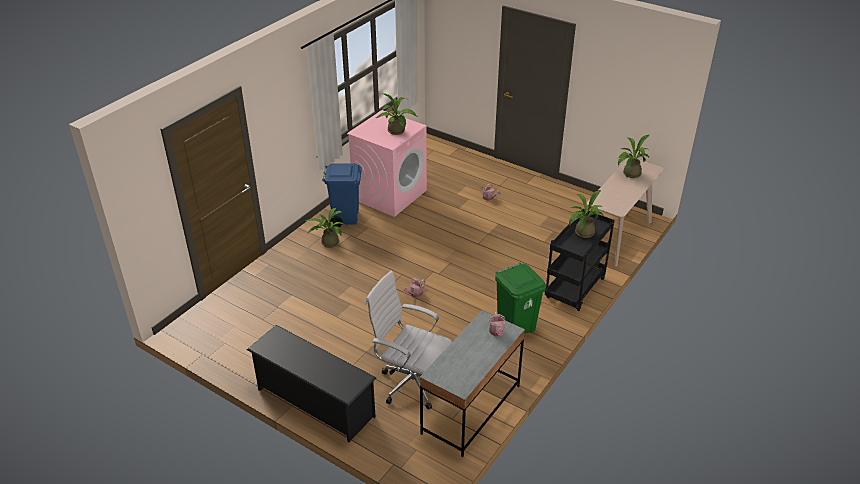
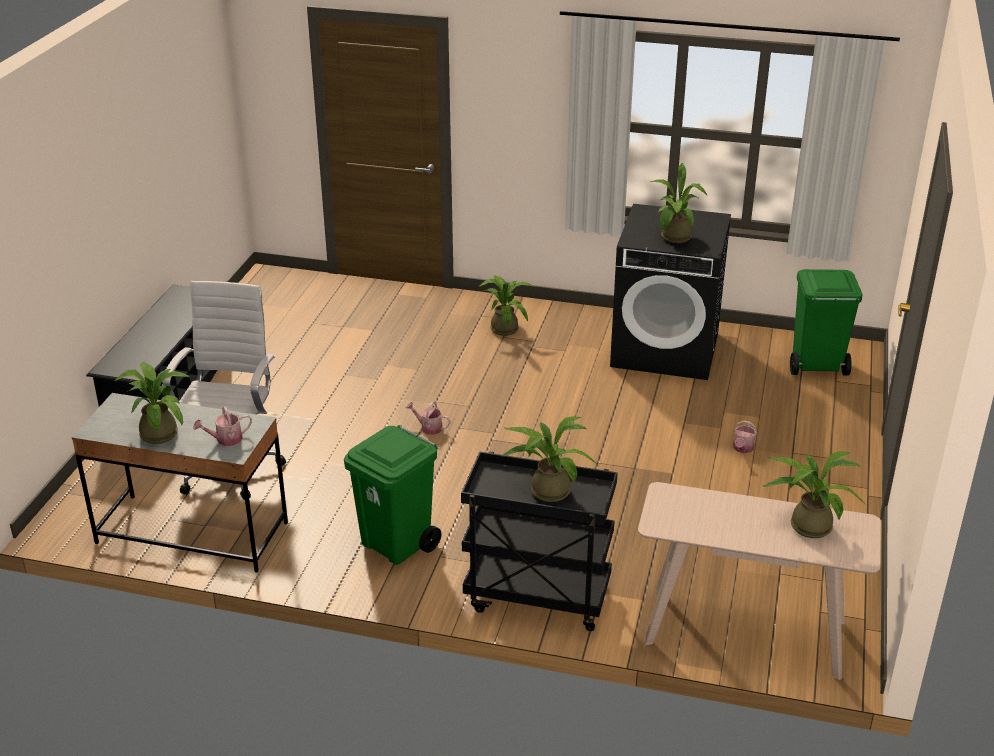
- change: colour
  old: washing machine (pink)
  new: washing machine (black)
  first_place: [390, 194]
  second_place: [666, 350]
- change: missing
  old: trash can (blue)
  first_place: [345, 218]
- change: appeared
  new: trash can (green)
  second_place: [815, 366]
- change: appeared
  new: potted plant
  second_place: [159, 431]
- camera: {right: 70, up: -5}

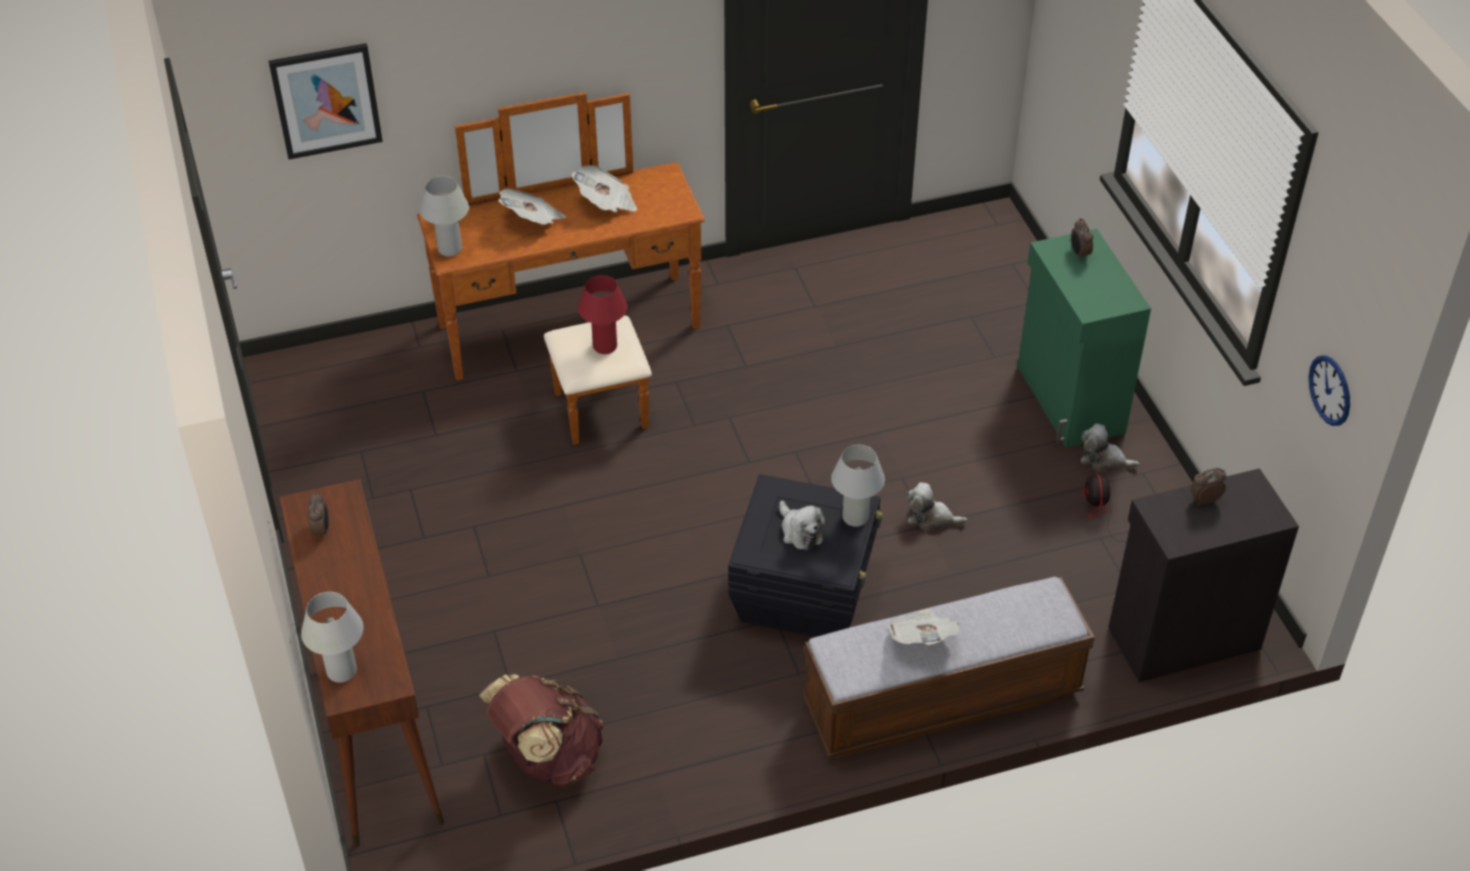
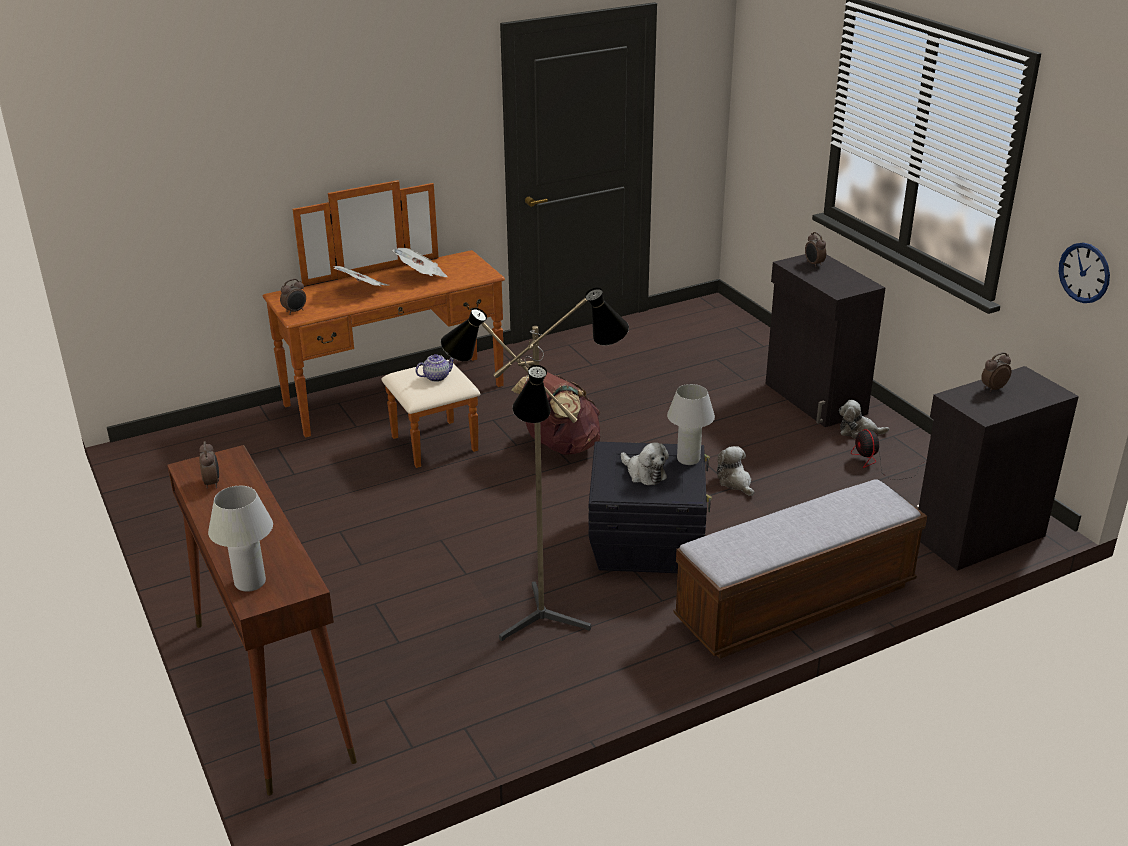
- change: missing
  old: picture
  first_place: [326, 100]
- change: exchanged
  old: table lamp (white)
  new: alarm clock
  first_place: [450, 249]
  second_place: [295, 311]
- change: colour
  old: cabinet (green)
  new: cabinet (black)
  first_place: [1069, 400]
  second_place: [814, 399]
- change: exchanged
  old: table lamp (red)
  new: teapot
  first_place: [605, 346]
  second_place: [437, 377]
- change: spun
  old: plush toy
  first_place: [931, 518]
  second_place: [735, 482]
  degrees: 60
- change: missing
  old: newspaper
  first_place: [922, 639]
- change: relocated
  old: backpack (brown)
  first_place: [548, 758]
  second_place: [559, 447]
- change: appeared
  new: floor lamp
  second_place: [539, 625]
- camera: {right: -10, up: -15}

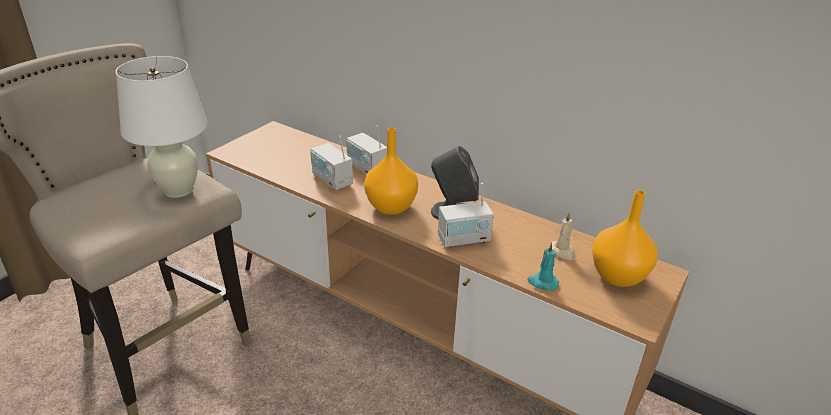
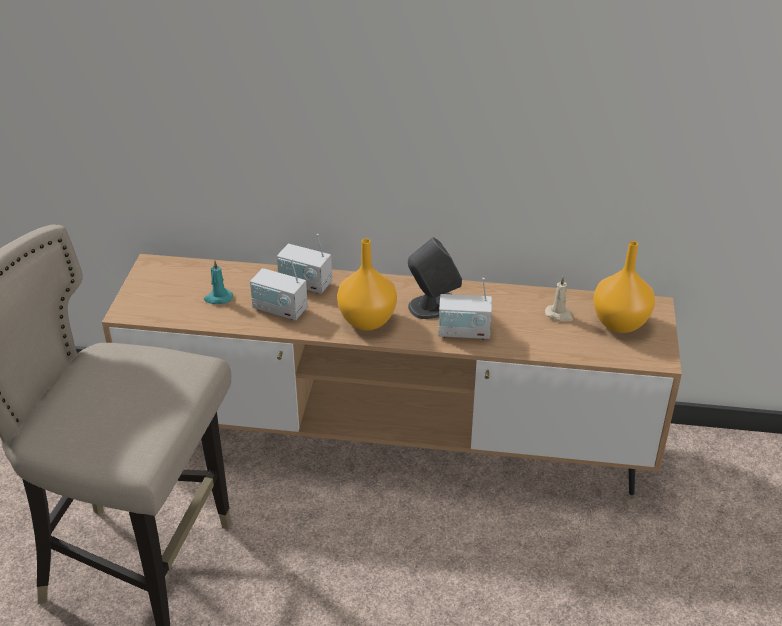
- change: missing
  old: table lamp (white)
  first_place: [178, 190]
- change: spun
  old: radio
  first_place: [464, 239]
  second_place: [464, 332]
  degrees: 45
- change: relocated
  old: candle (turquoise)
  first_place: [542, 282]
  second_place: [218, 298]
- camera: {right: -25, up: 5}

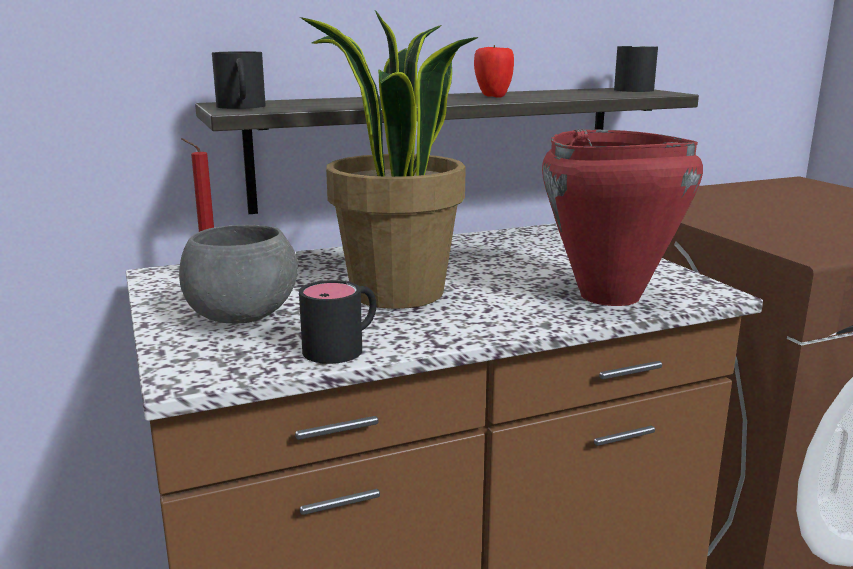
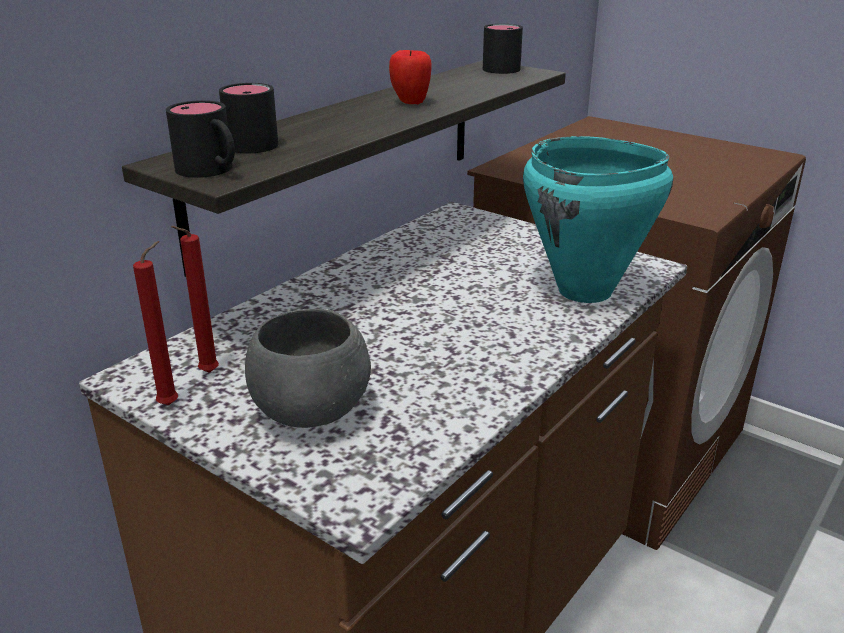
- change: missing
  old: potted plant
  first_place: [396, 293]
- change: colour
  old: cooking pot (red)
  new: cooking pot (turquoise)
  first_place: [609, 296]
  second_place: [585, 291]
- change: relocated
  old: mug (black)
  first_place: [343, 346]
  second_place: [257, 141]
- change: appeared
  new: candle (red)
  second_place: [172, 404]
- camera: {right: -30, up: 10}

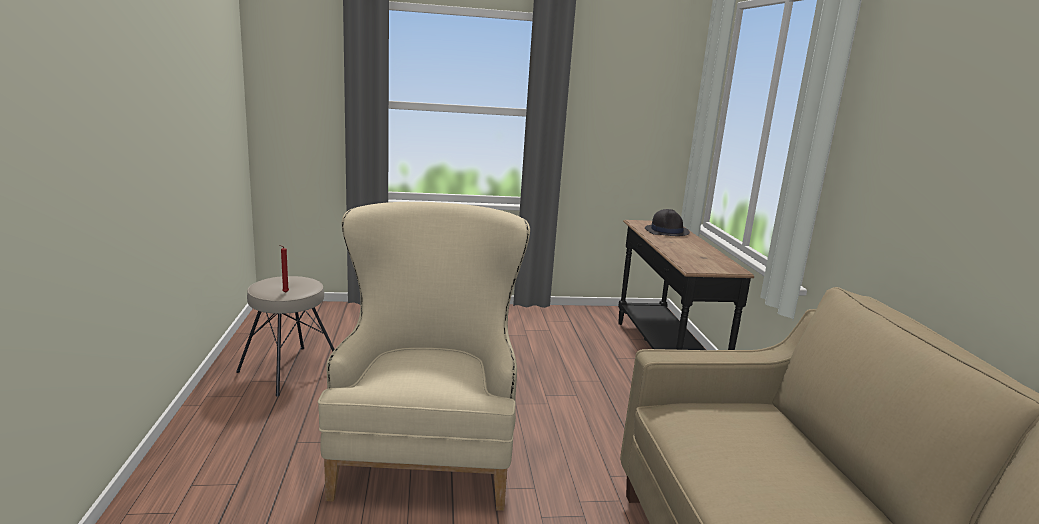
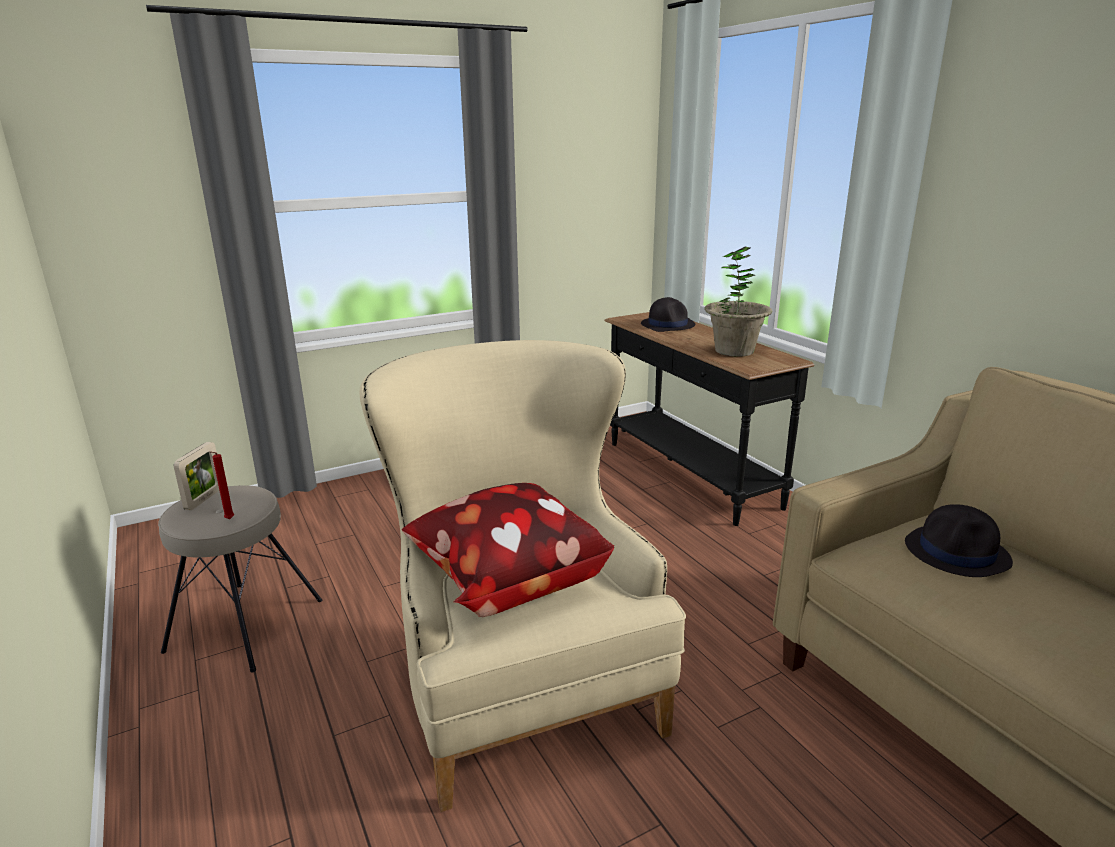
- change: appeared
  new: potted plant
  second_place: [734, 351]
- change: appeared
  new: picture frame
  second_place: [204, 499]
- change: appeared
  new: pillow
  second_place: [506, 581]
- change: appeared
  new: hat (black)
  second_place: [957, 553]
- camera: {right: -20, up: 5}

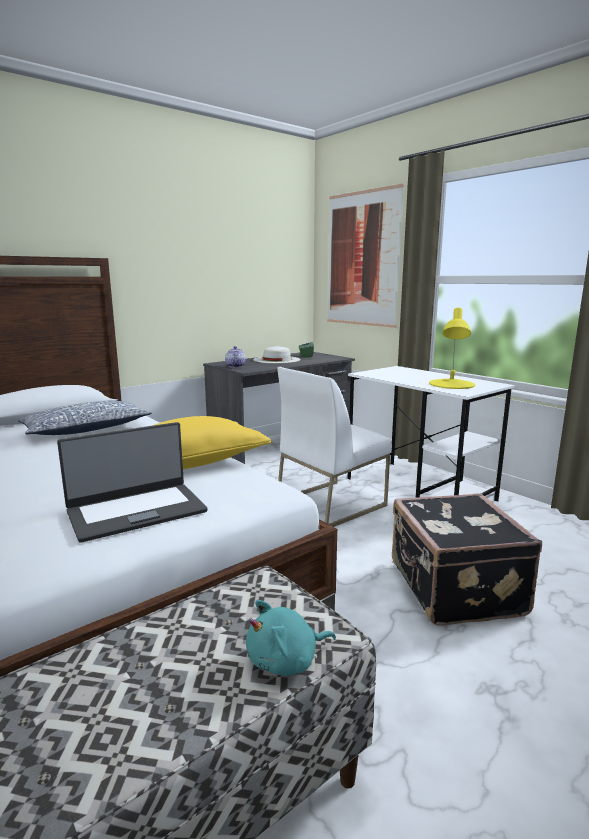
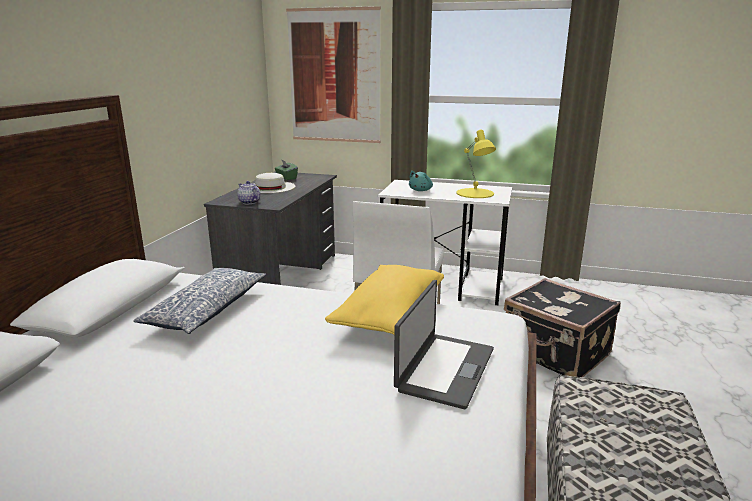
- change: relocated
  old: plush toy (turquoise)
  first_place: [286, 661]
  second_place: [421, 190]
- camera: {right: -35, up: 5}

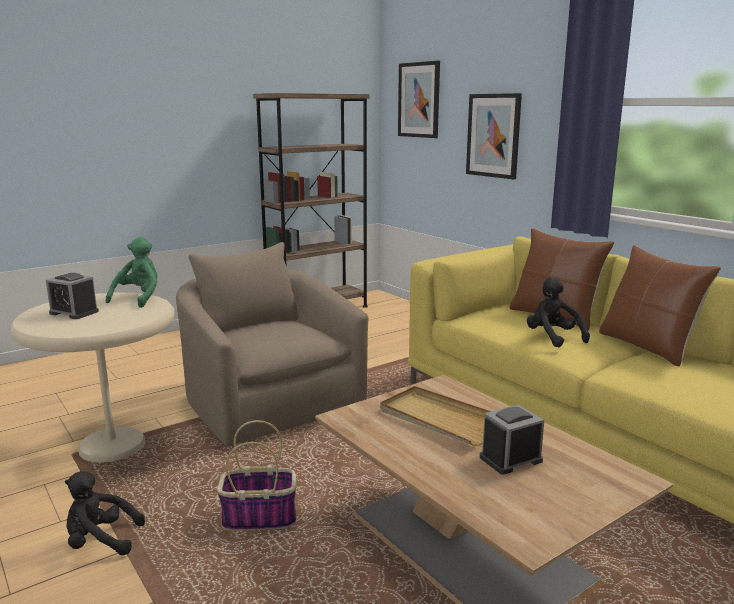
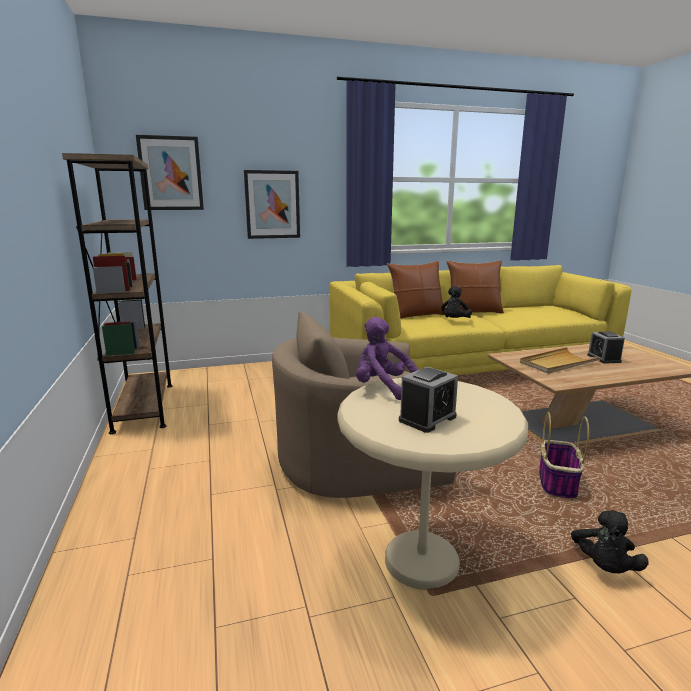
- change: colour
  old: plush toy (green)
  new: plush toy (purple)
  first_place: [139, 298]
  second_place: [384, 388]
- change: spun
  old: plush toy (black)
  first_place: [553, 338]
  second_place: [455, 321]
  degrees: -60
- camera: {right: -70, up: 0}

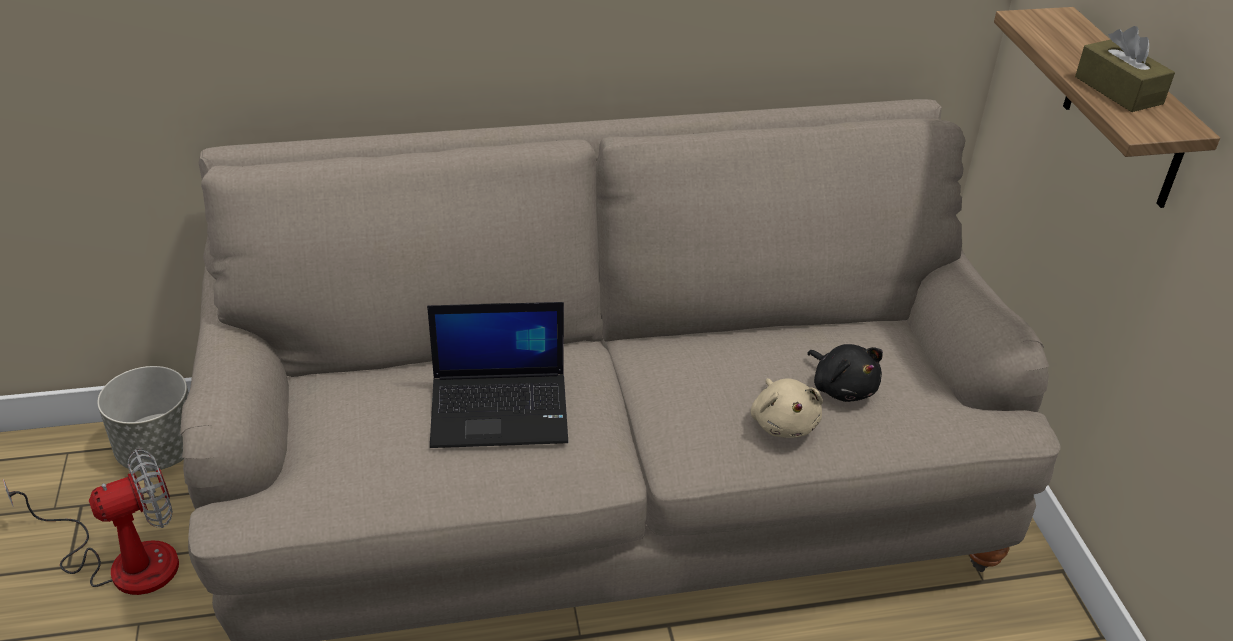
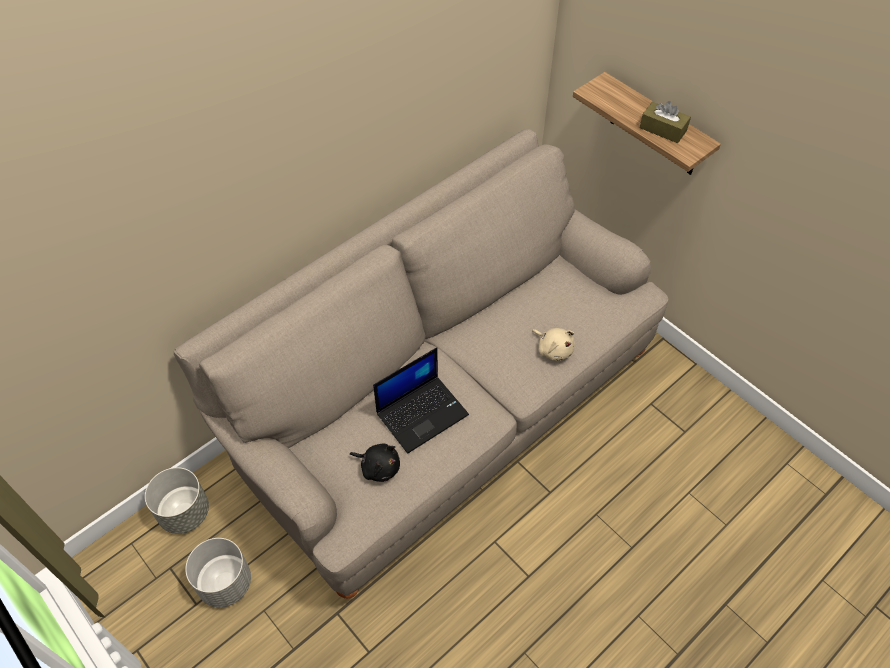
- change: relocated
  old: plush toy (black)
  first_place: [842, 387]
  second_place: [378, 467]
- change: exchanged
  old: fan
  new: planter (grey)
  first_place: [125, 561]
  second_place: [225, 583]
- camera: {right: -30, up: 15}

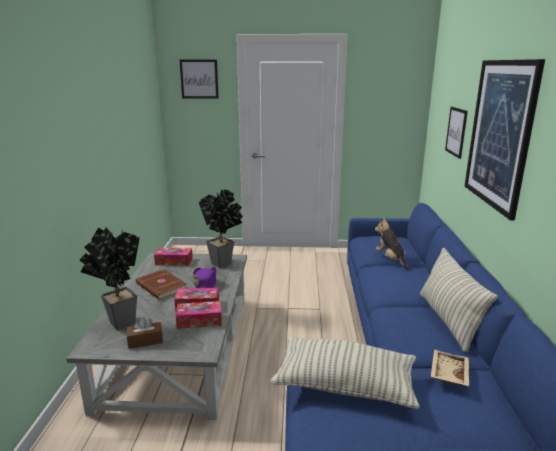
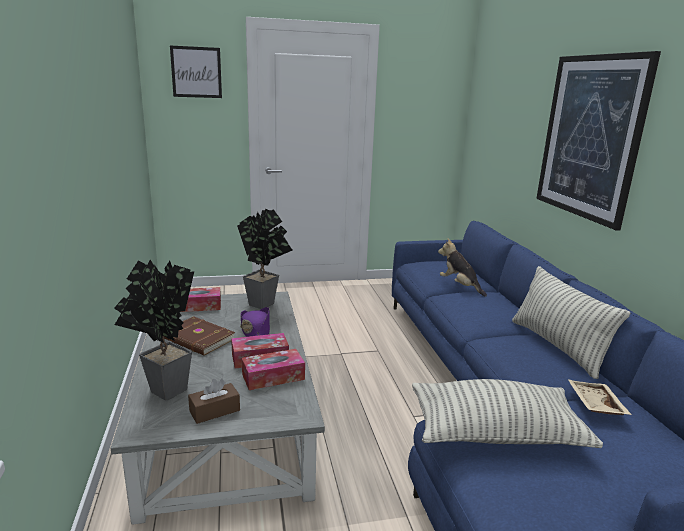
- change: missing
  old: picture
  first_place: [456, 131]
- camera: {right: -15, up: 0}

